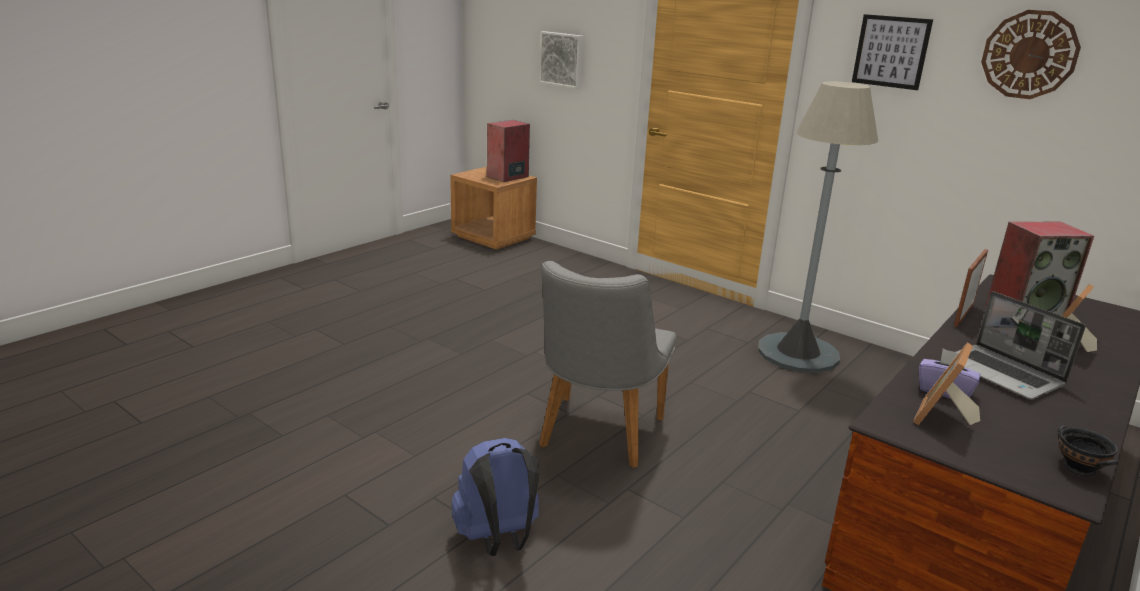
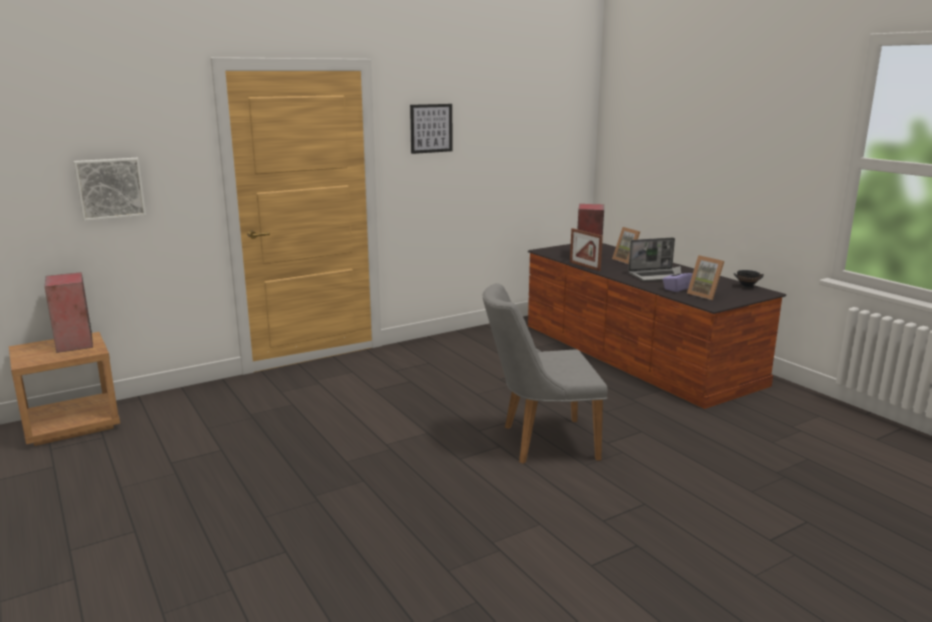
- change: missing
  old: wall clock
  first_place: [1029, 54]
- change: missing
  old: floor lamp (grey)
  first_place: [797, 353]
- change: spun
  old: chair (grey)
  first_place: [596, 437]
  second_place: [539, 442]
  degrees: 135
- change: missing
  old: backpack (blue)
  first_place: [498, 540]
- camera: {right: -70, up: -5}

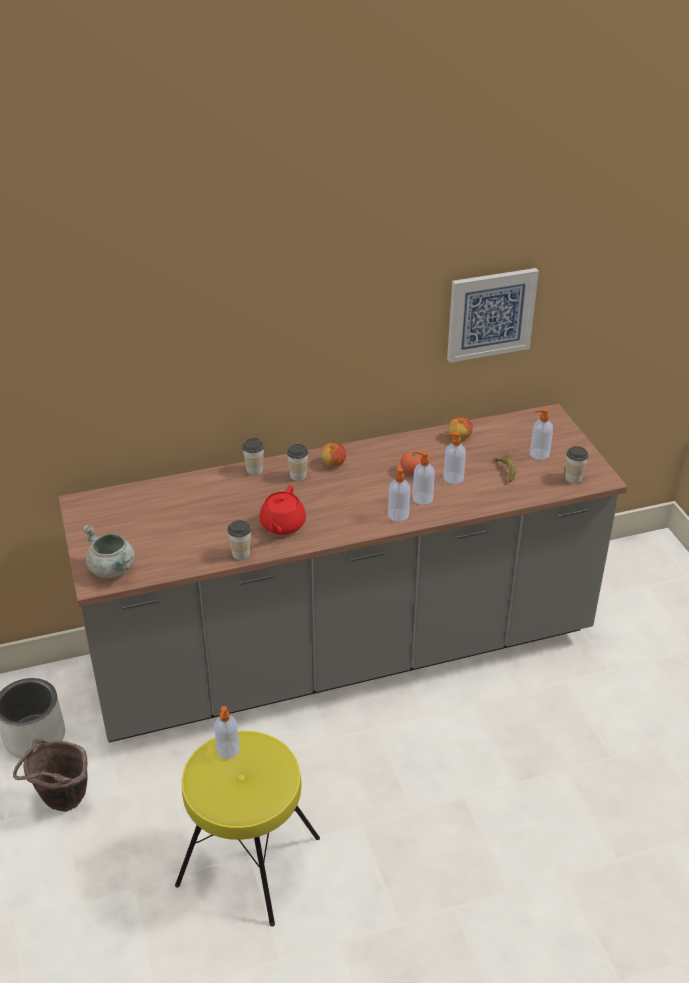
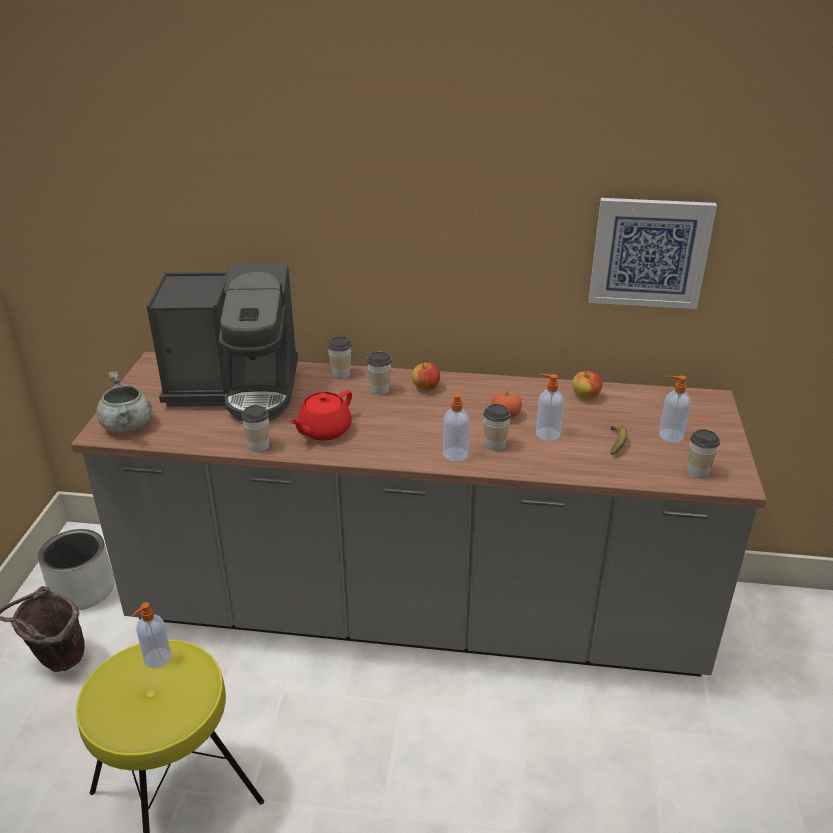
- change: exchanged
  old: soap dispenser
  new: cup
  first_place: [421, 498]
  second_place: [495, 445]
- change: appeared
  new: coffee machine
  second_place: [236, 389]
- camera: {right: 25, up: -5}

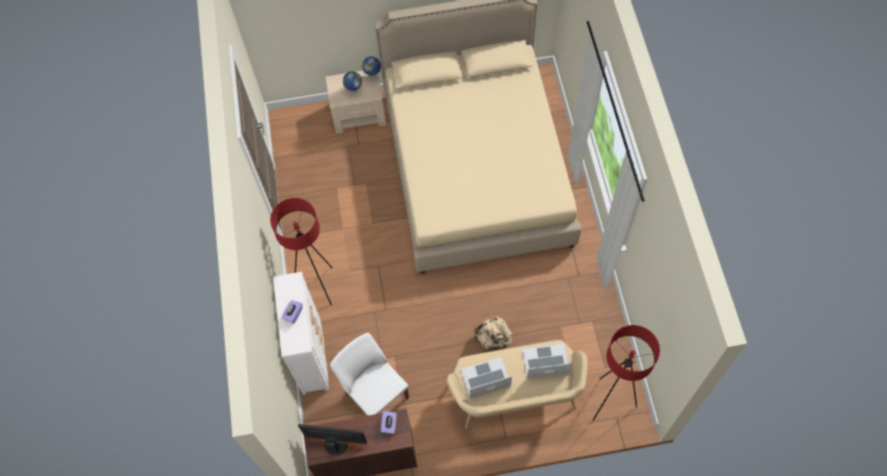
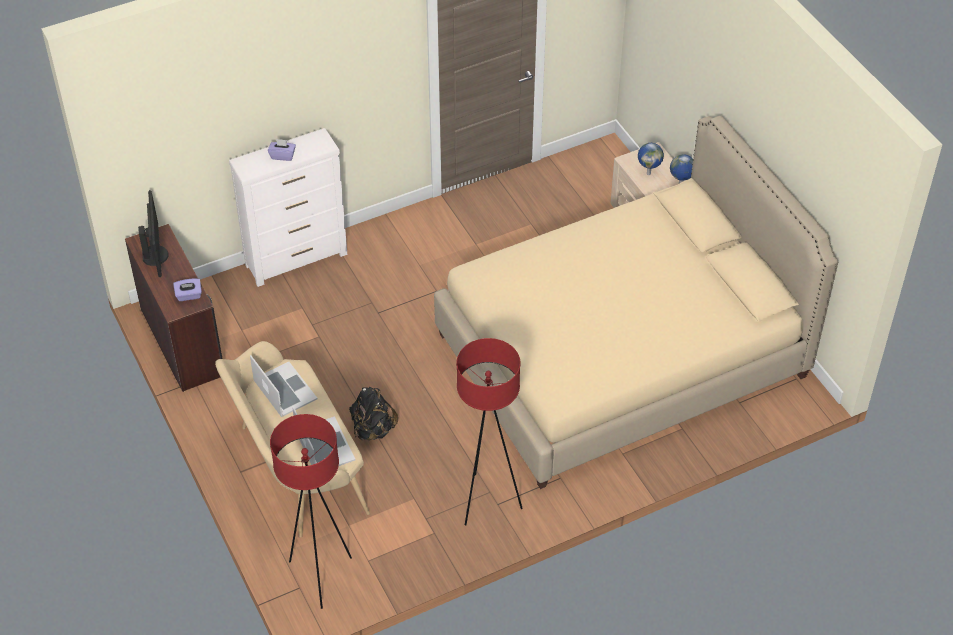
- change: relocated
  old: floor lamp (red)
  first_place: [318, 286]
  second_place: [487, 501]
- change: colour
  old: backpack (beige)
  new: backpack (black)
  first_place: [493, 339]
  second_place: [372, 429]
- change: missing
  old: chair (white)
  first_place: [375, 394]
- camera: {right: 70, up: -15}

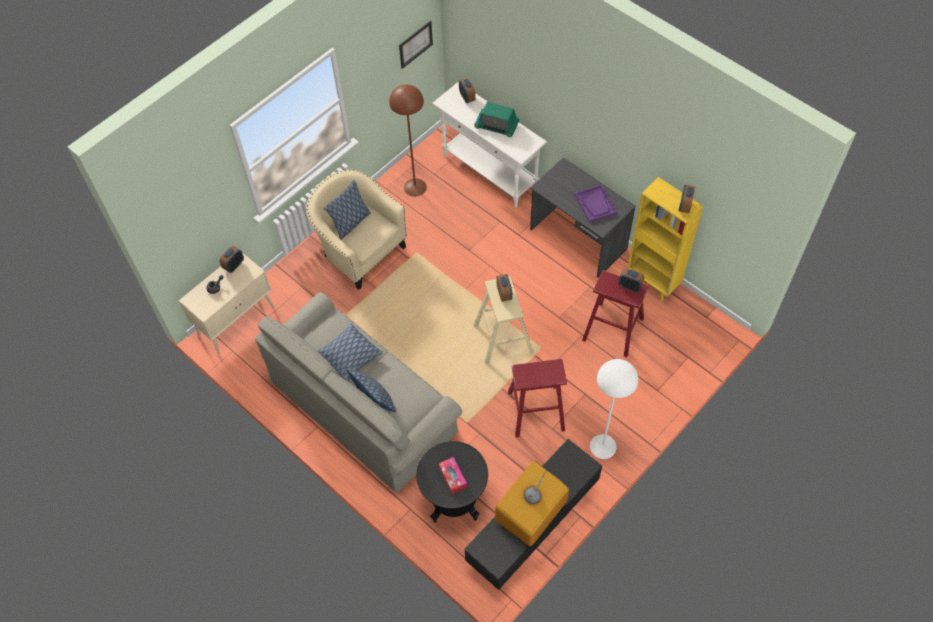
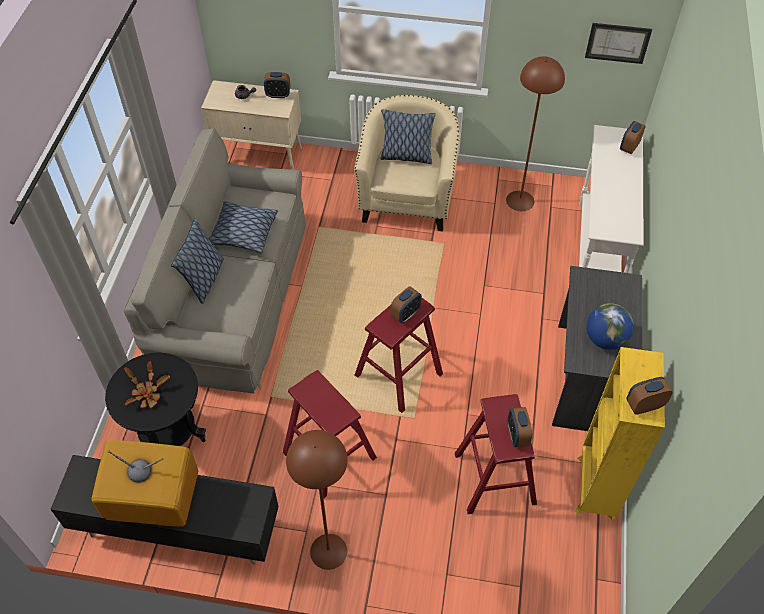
- change: missing
  old: radio
  first_place: [496, 126]
- change: exchanged
  old: tray (purple)
  new: globe
  first_place: [595, 204]
  second_place: [605, 339]
- change: colour
  old: stool (beige)
  new: stool (red)
  first_place: [503, 338]
  second_place: [398, 374]
- change: colour
  old: floor lamp (white)
  new: floor lamp (brown)
  first_place: [603, 446]
  second_place: [328, 551]
- change: exchanged
  old: tissue box
  new: potted plant
  first_place: [452, 477]
  second_place: [147, 393]
- camera: {right: 55, up: -5}

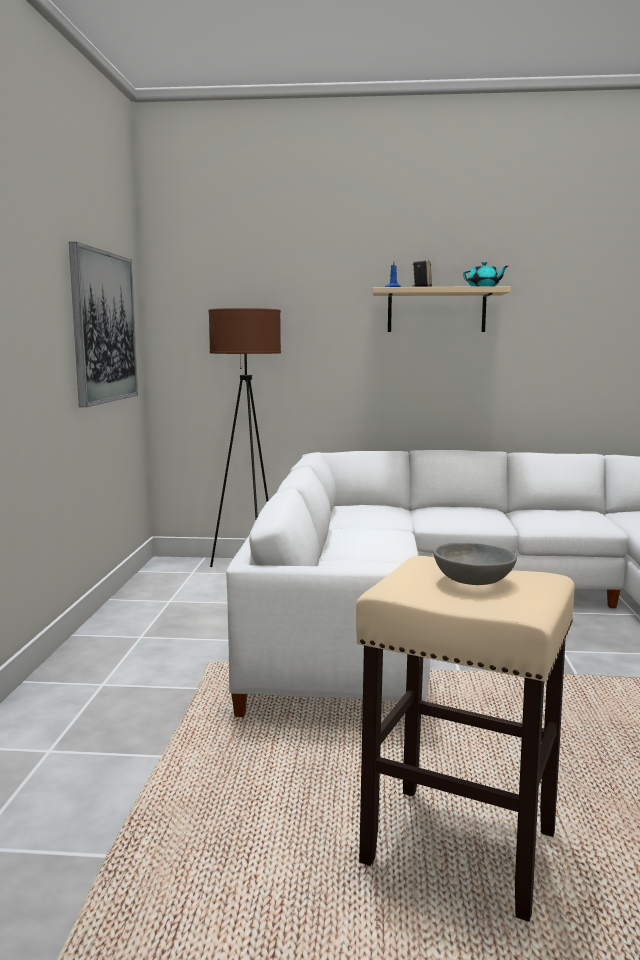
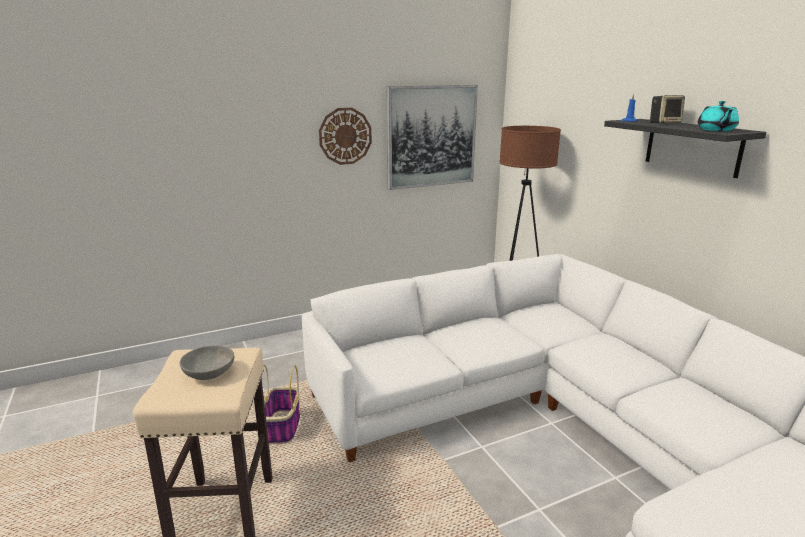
- change: colour
  old: shelf (beige)
  new: shelf (black)
  first_place: [436, 311]
  second_place: [692, 147]
- change: appeared
  new: wall clock
  second_place: [345, 136]
- change: appeared
  new: basket
  second_place: [282, 428]
- camera: {right: 60, up: 10}

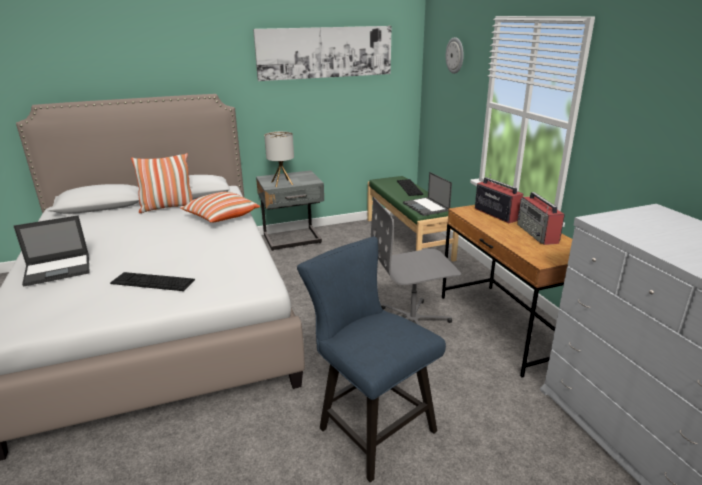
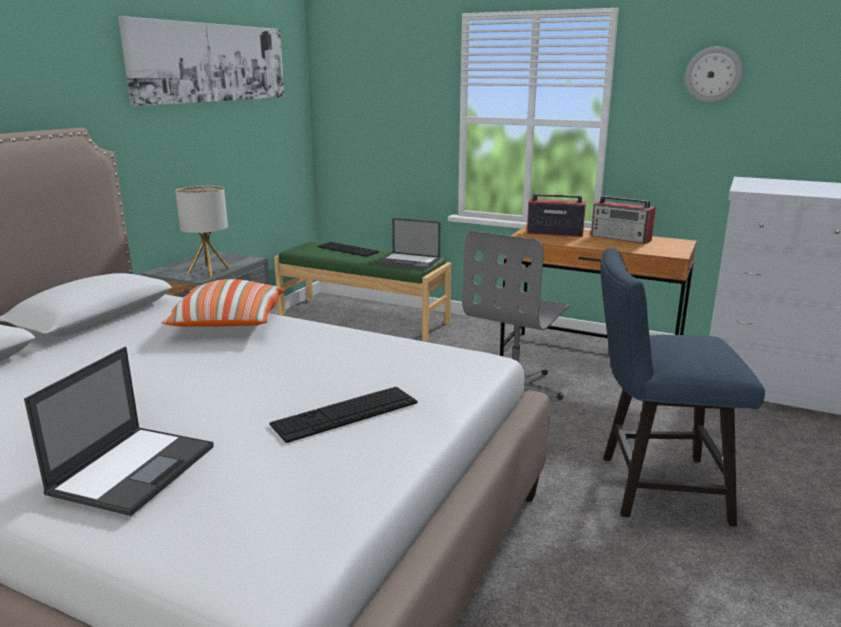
- change: relocated
  old: wall clock
  first_place: [455, 55]
  second_place: [713, 75]
- change: missing
  old: pillow
  first_place: [167, 207]
- camera: {right: -45, up: -5}

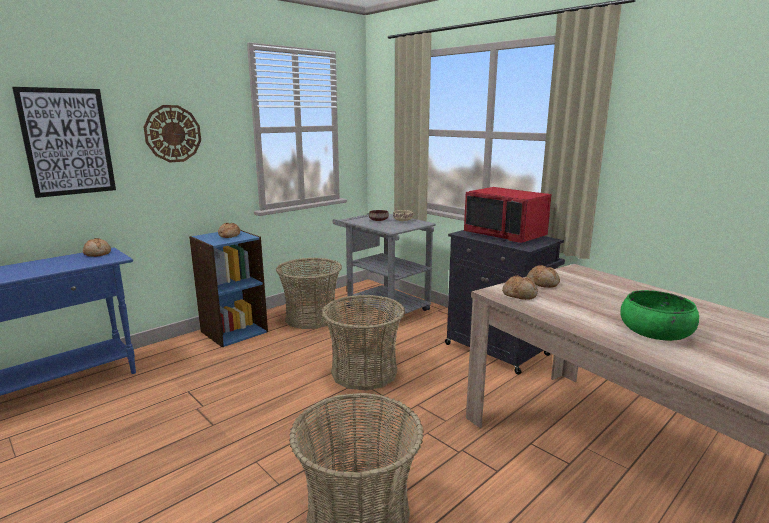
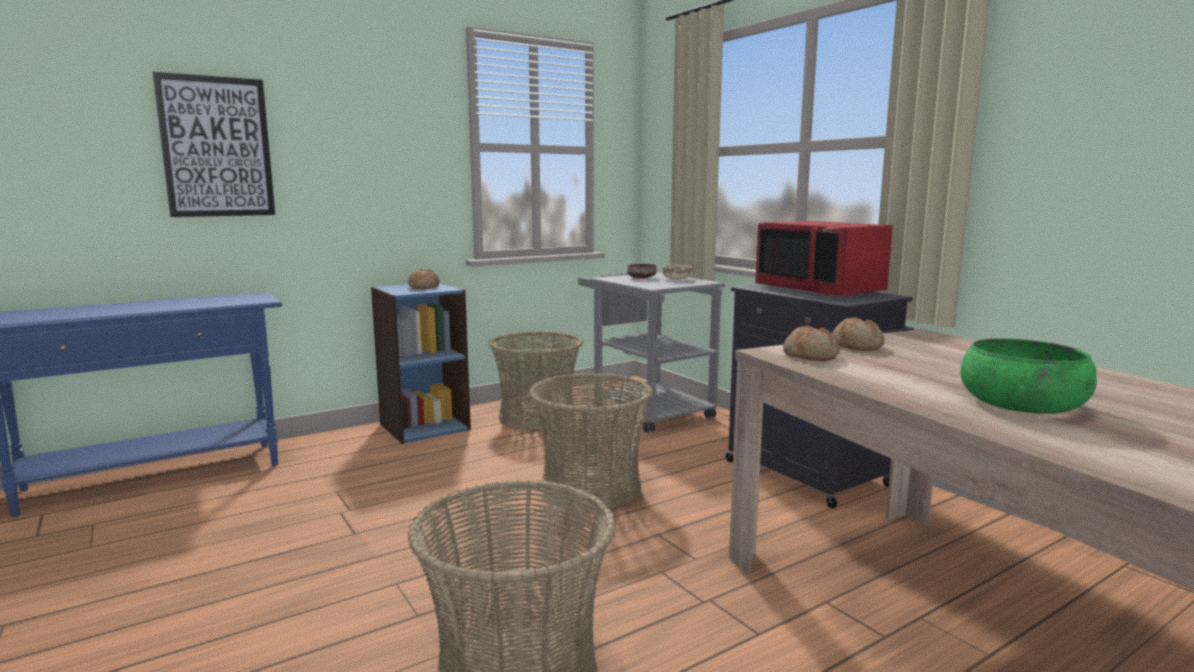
- change: missing
  old: wall clock
  first_place: [173, 133]
- change: missing
  old: bread
  first_place: [97, 253]
- camera: {right: 10, up: -5}

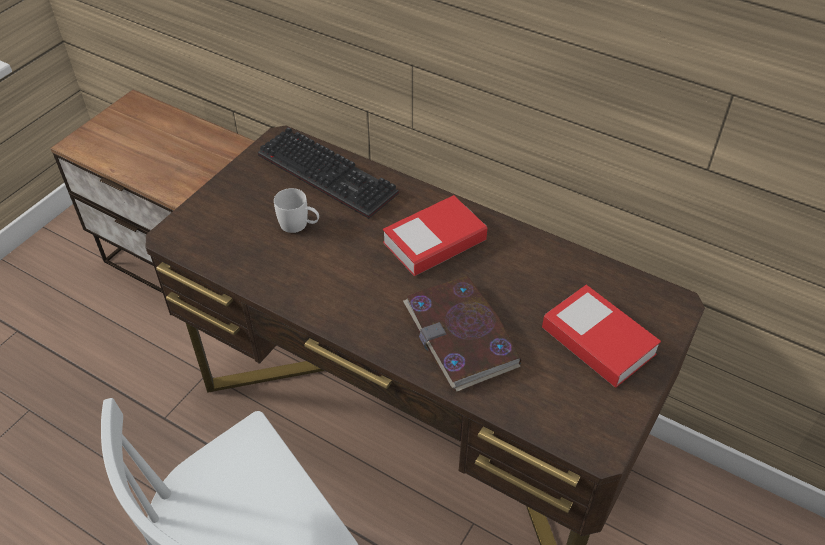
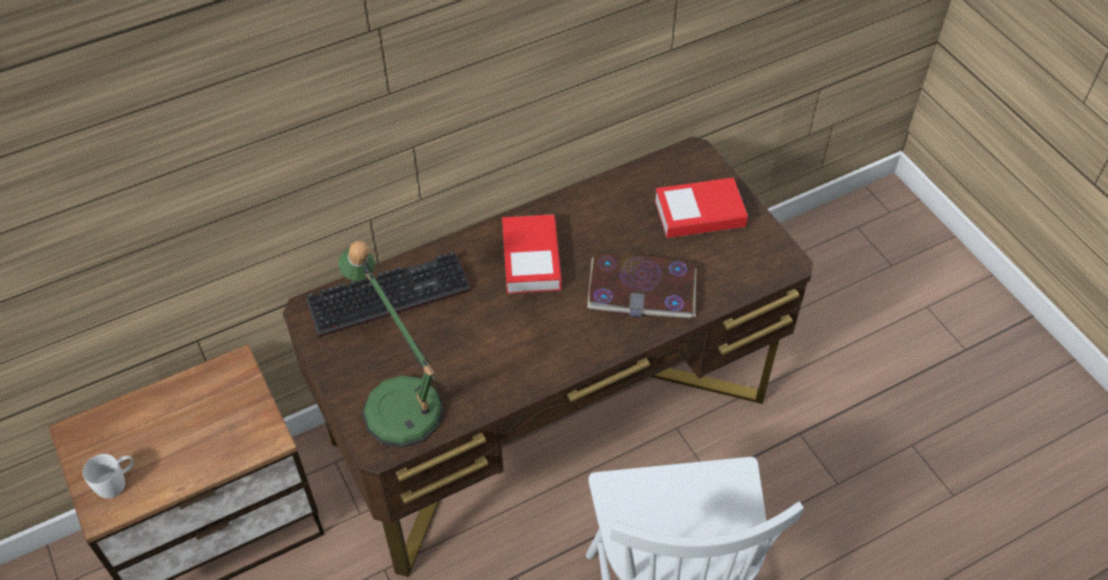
- change: relocated
  old: mug (white)
  first_place: [299, 225]
  second_place: [117, 482]
- change: appeared
  new: table lamp
  second_place: [398, 400]
- camera: {right: -60, up: 5}

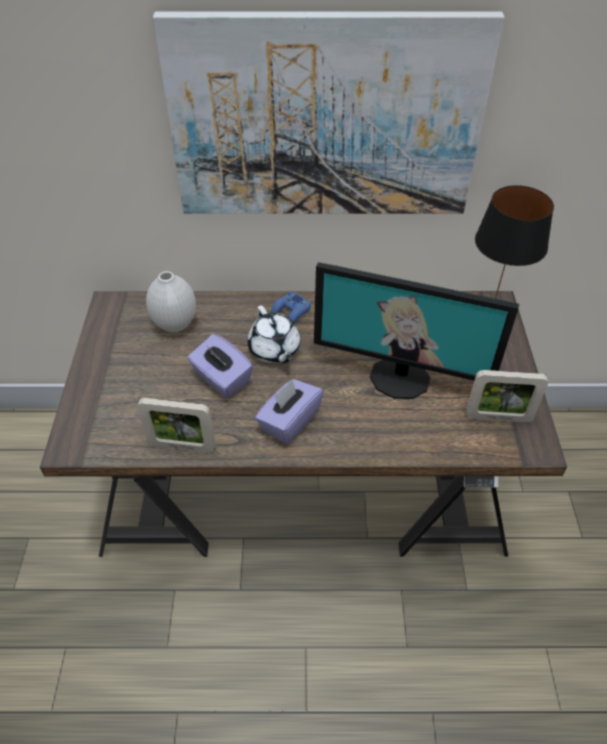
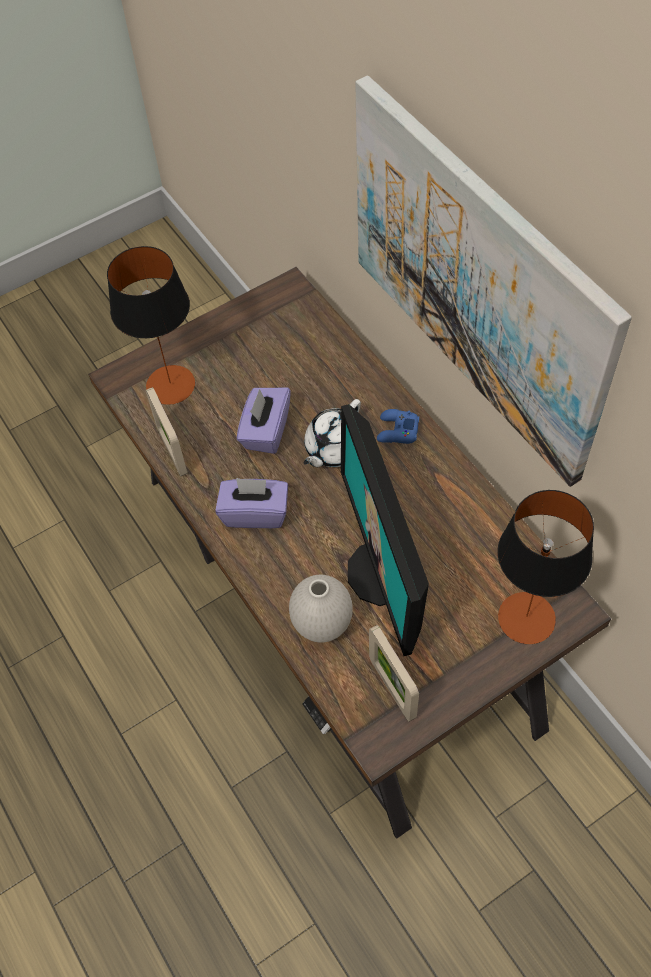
- change: relocated
  old: vase (white)
  first_place: [175, 325]
  second_place: [321, 625]
- change: appeared
  new: table lamp
  second_place: [170, 385]
- camera: {right: 60, up: 10}

